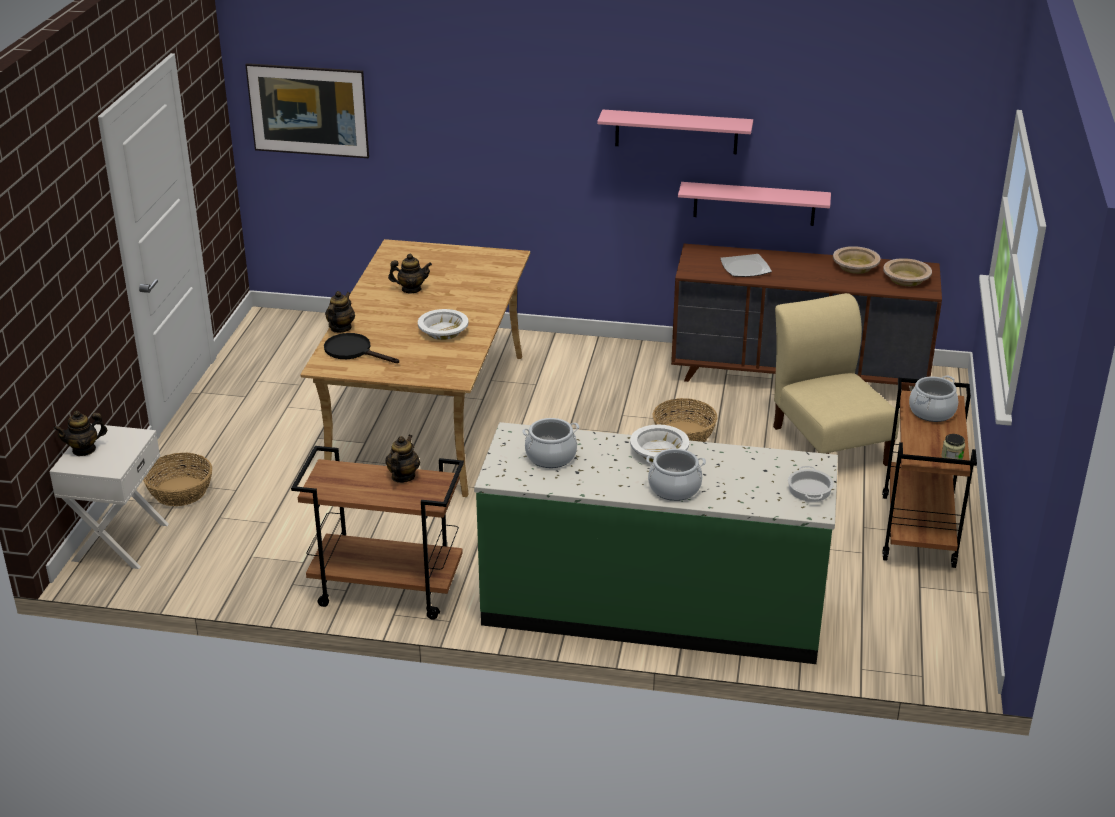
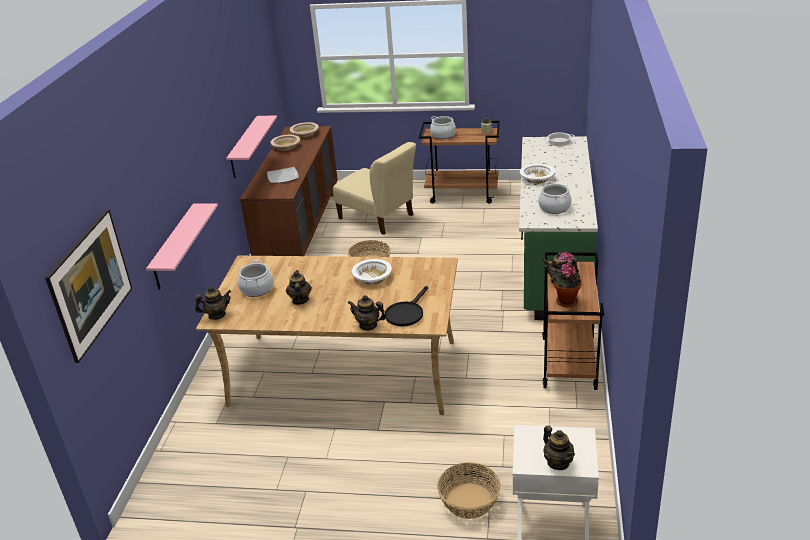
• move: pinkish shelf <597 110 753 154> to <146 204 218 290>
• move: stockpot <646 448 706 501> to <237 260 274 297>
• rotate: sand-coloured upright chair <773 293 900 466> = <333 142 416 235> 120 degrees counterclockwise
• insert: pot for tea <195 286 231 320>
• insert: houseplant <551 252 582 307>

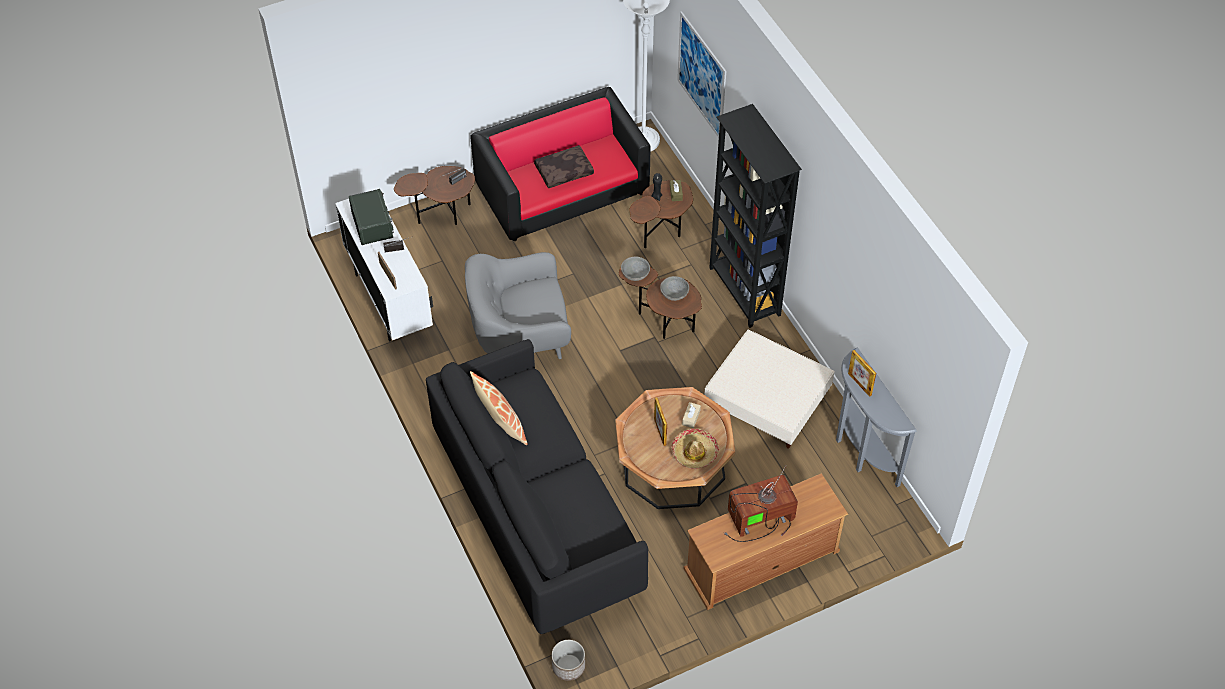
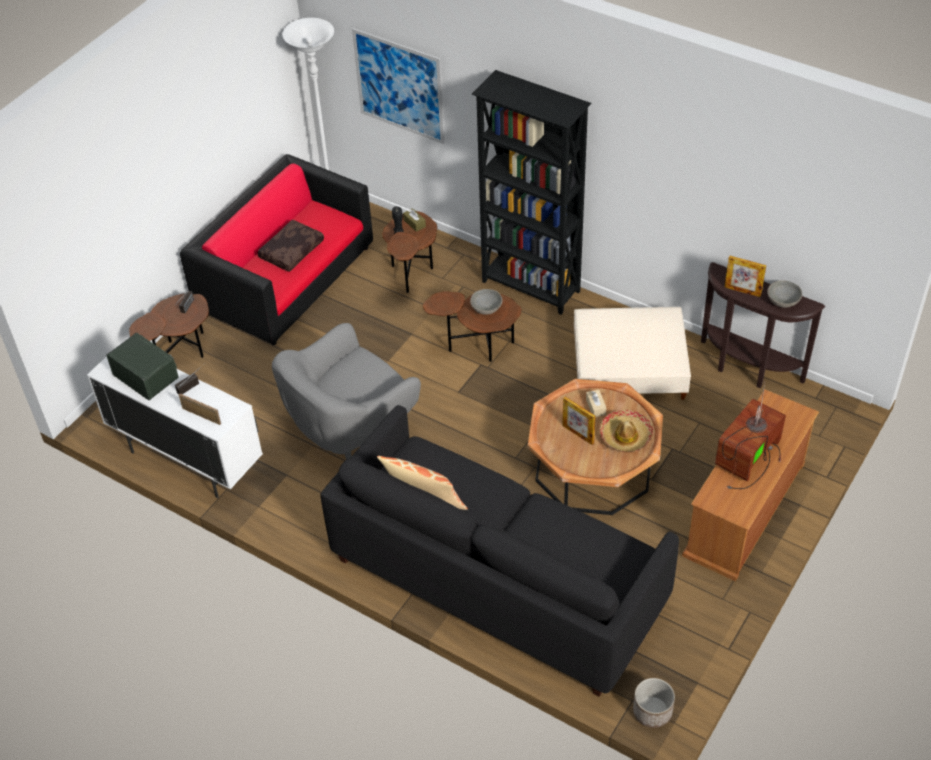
• move: gray serving bowl <621 256 650 281> to <767 280 802 308>
• recolor: gray hall table <836 347 917 487> to brown hall table <701 262 825 388>

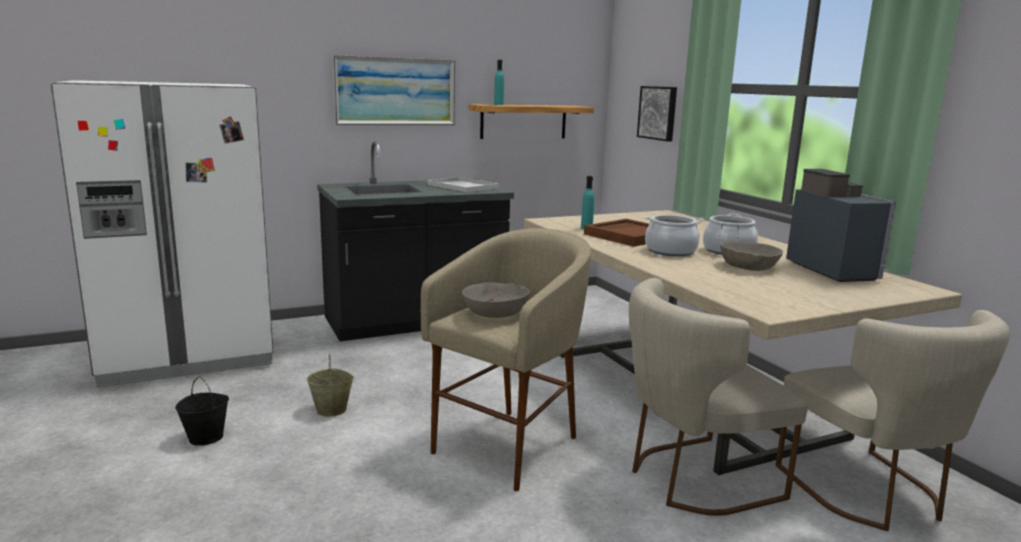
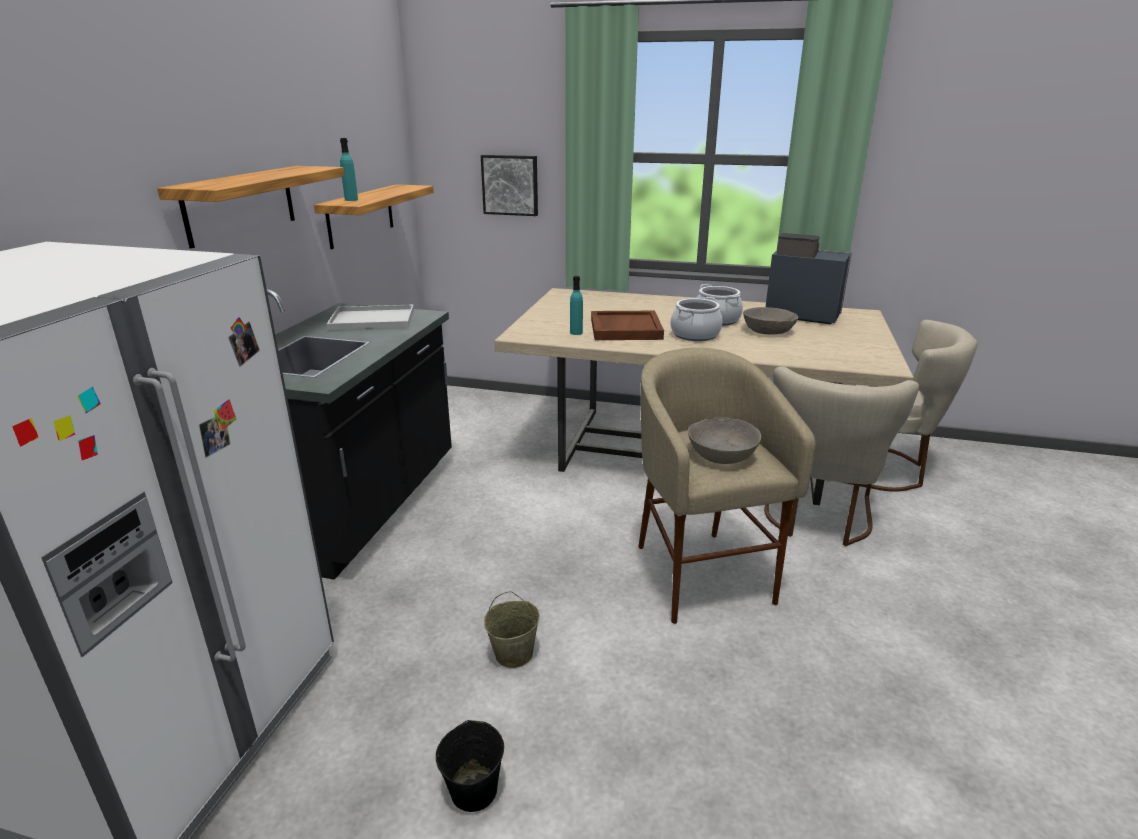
• replace: wall picture <332 55 455 125> to shelf <157 166 344 248>

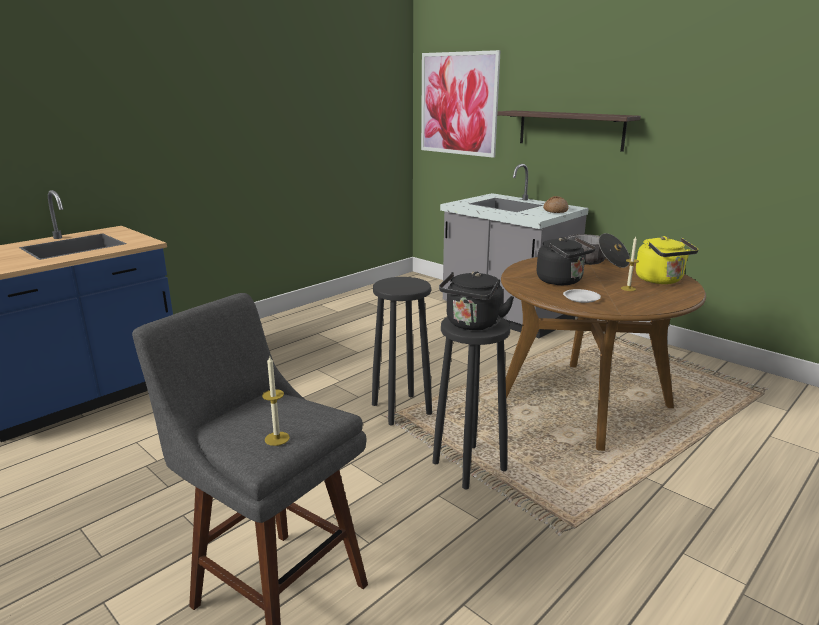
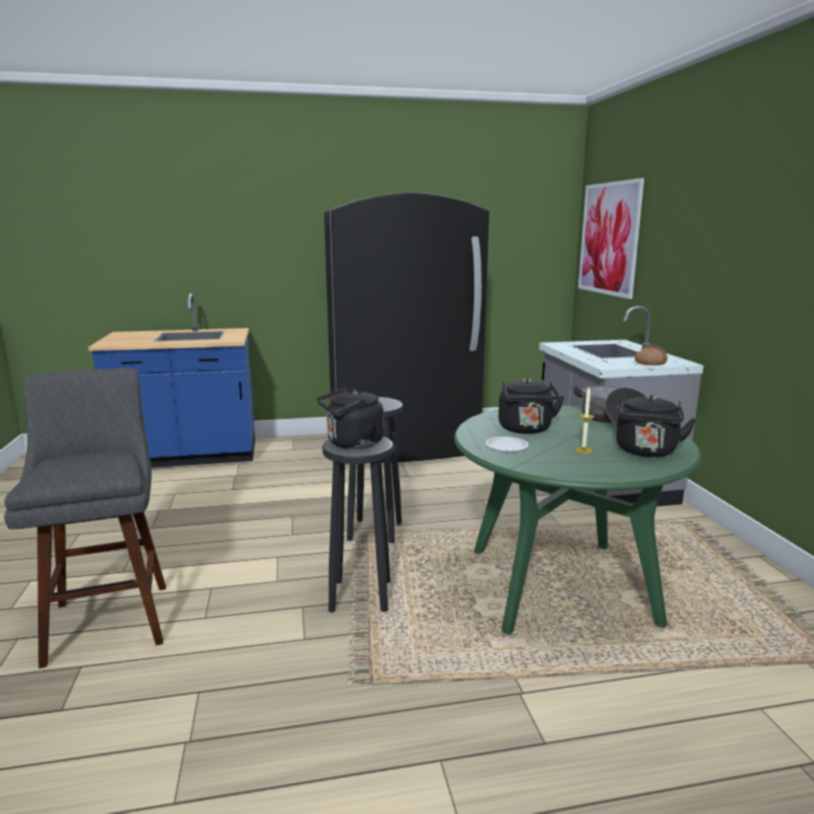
• delete: wax light <262 355 290 446>
• delete: shelf <497 110 641 152>
• recolor: brown kitchen table <501 257 706 451> to green-coloured kitchen table <454 406 701 635>
• recolor: yellow water kettle <636 236 699 284> to blackish water kettle <616 395 696 457>
• insert: blackish fridge <324 192 489 463>

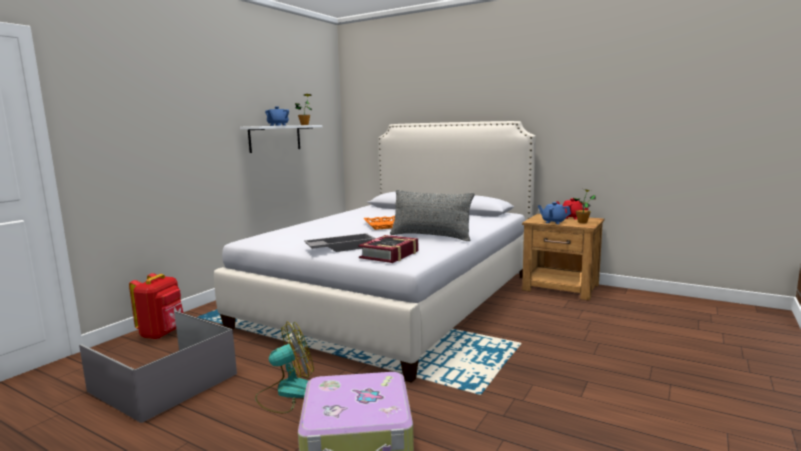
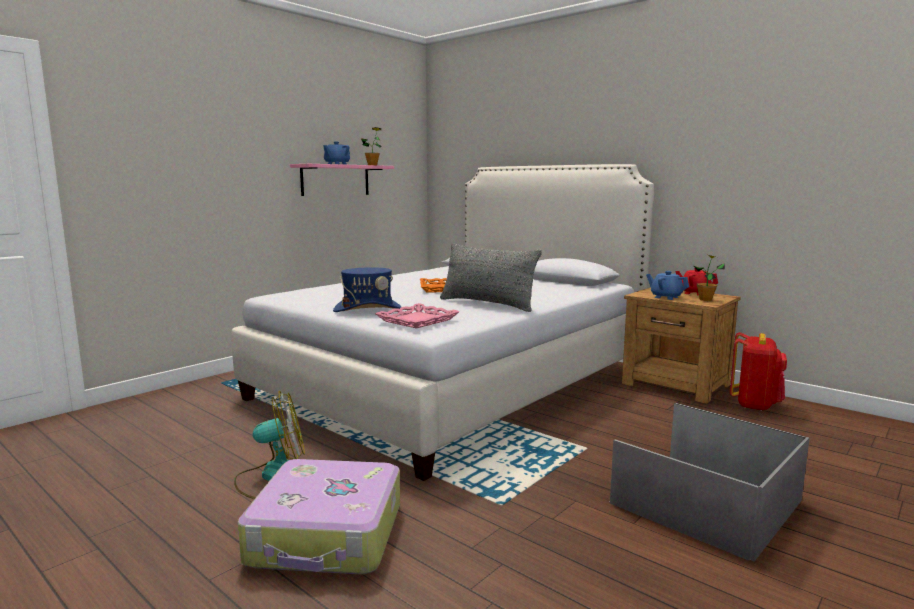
• move: gray storage container <79 311 237 423> to <609 403 810 561>
• move: red-coloured knapsack <129 273 184 339> to <730 332 787 411>
• recolor: whitish shelf <240 125 322 153> to pinkish shelf <290 164 394 196>
• replace: gray tray <304 233 376 252> to bluish clothing hat <333 267 401 312>
• replace: bound book <358 235 419 263> to pinkish tray <375 303 459 329>

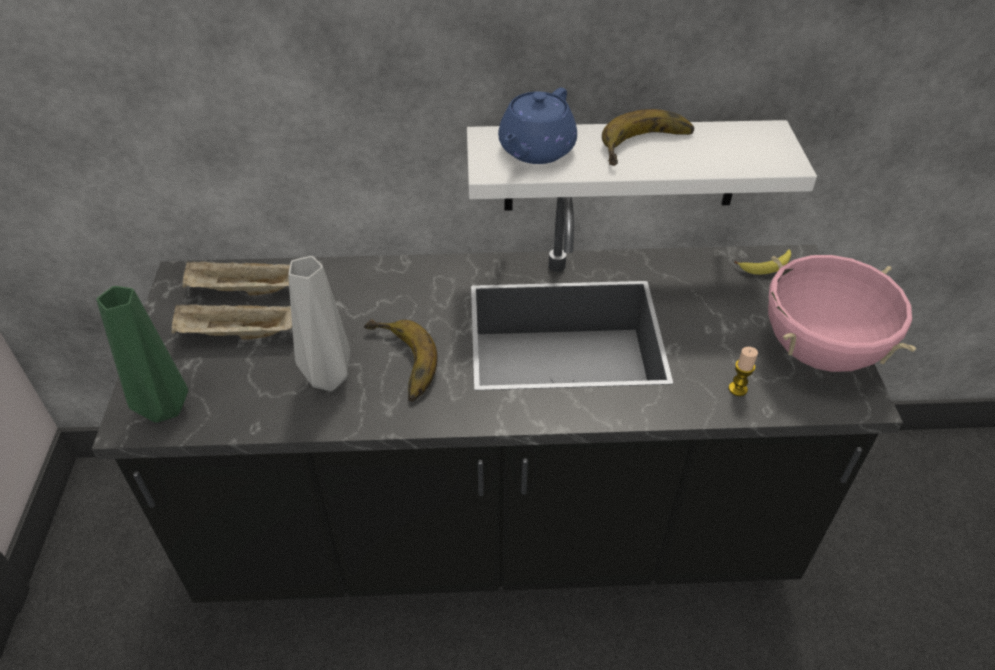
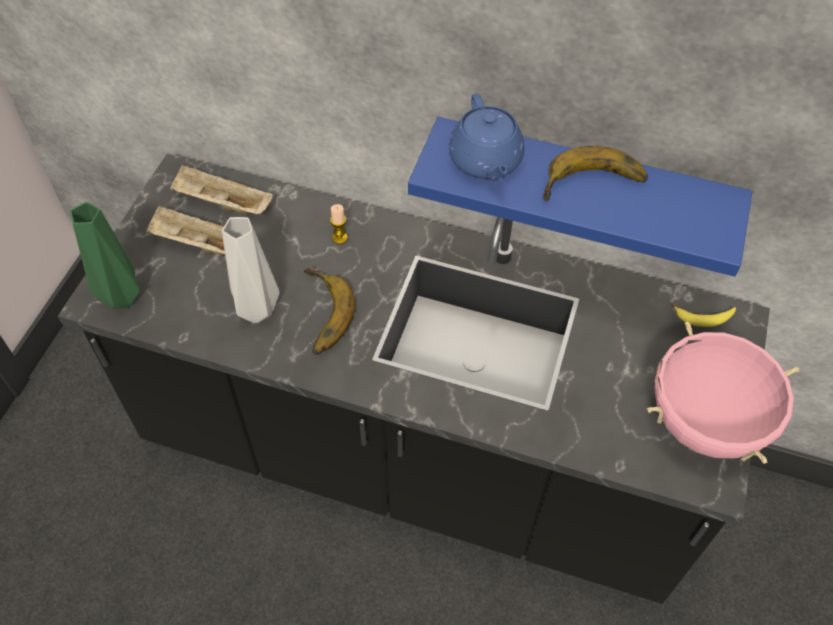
• recolor: whitish shelf <467 120 817 211> to bluish shelf <408 117 752 277>
• rotate: bluish pot for tea <498 88 577 164> = <449 94 525 180> 60 degrees counterclockwise
• move: wax light <729 347 758 396> to <330 204 348 244>

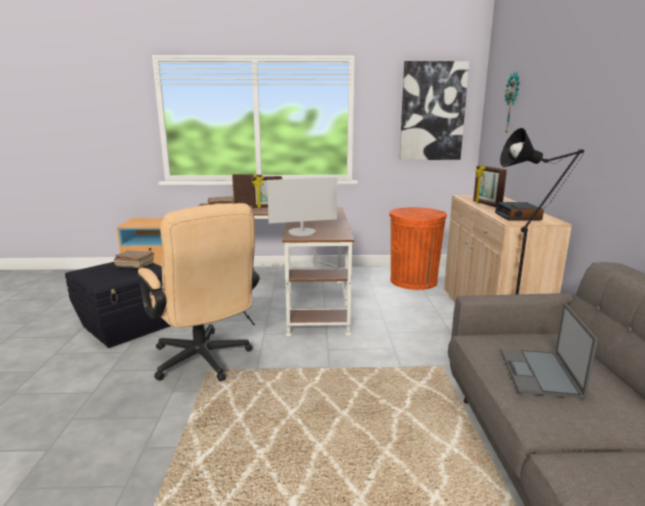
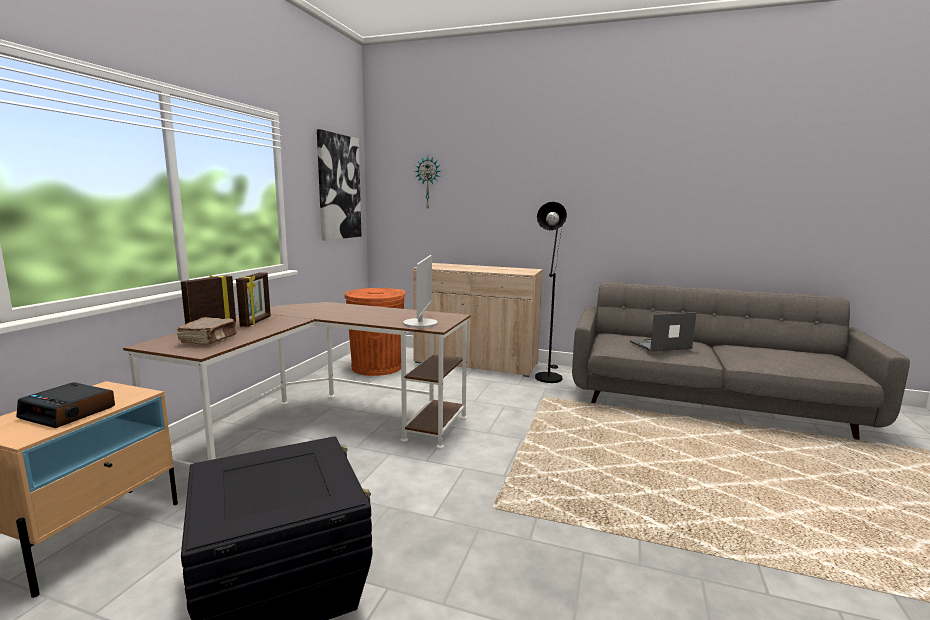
• delete: brown bound book <114 250 154 268>
• delete: sand-coloured office chair <138 203 260 381>
• delete: picture frame <473 165 507 207>
• move: alarm clock <495 202 544 220> to <16 382 115 428>
• rotate: portable computer <500 303 598 399> = <630 312 696 352> 135 degrees clockwise

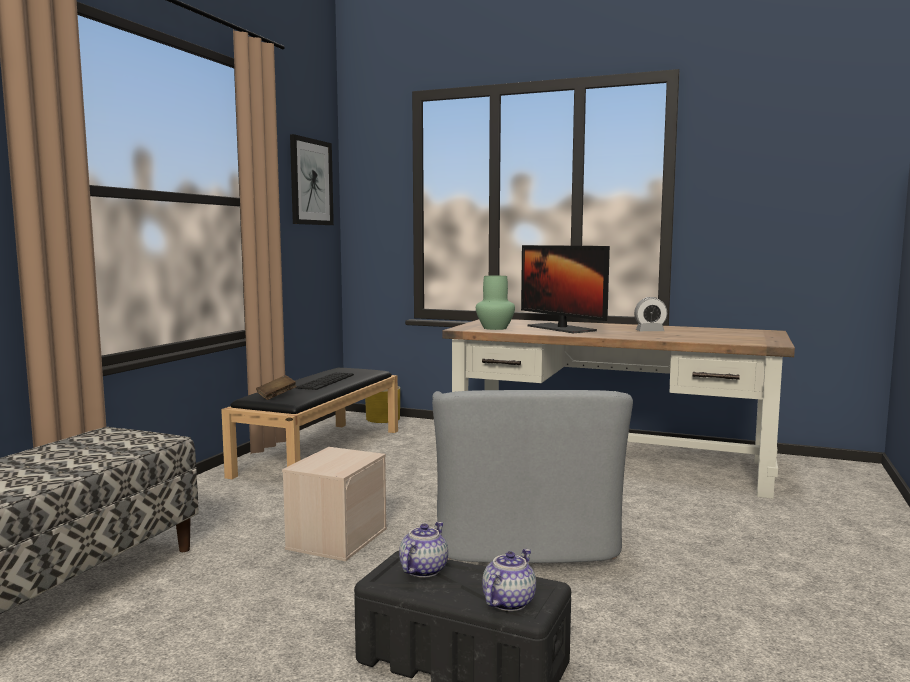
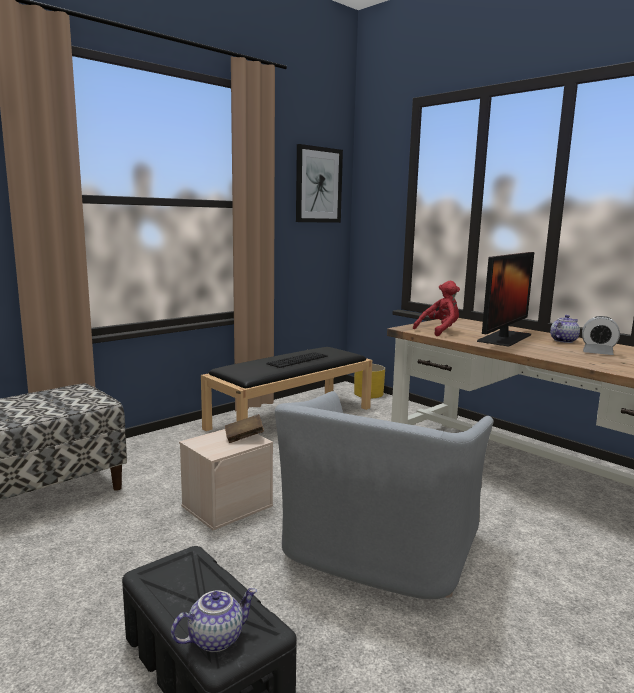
• move: brown bound book <256 375 297 400> to <225 414 264 443>
• move: pot for tea <399 522 448 578> to <550 315 580 343>
• replace: green-coloured flower vase <476 276 515 330> to red-coloured soft toy <413 281 460 336>
• rotate: computer display <521 245 610 333> = <477 252 534 347> 135 degrees counterclockwise

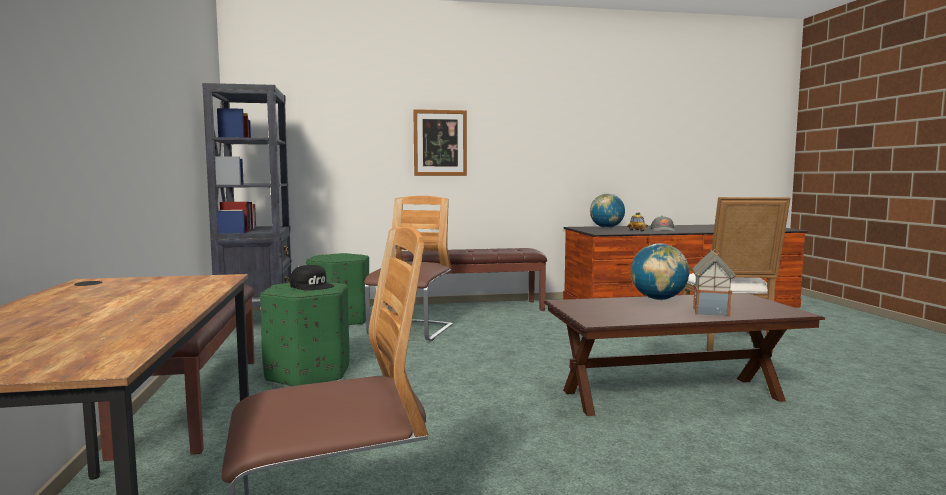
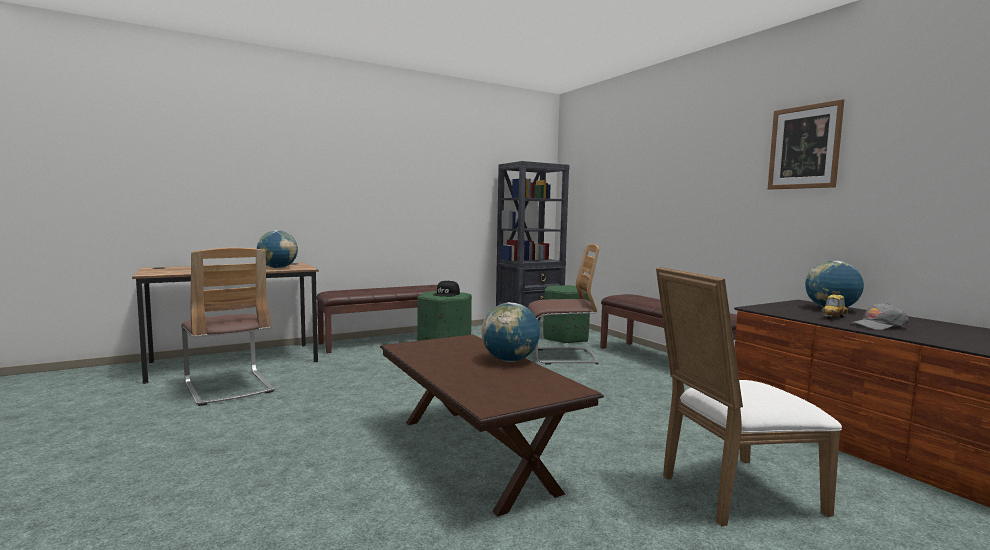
• move: wall picture <413 109 467 176> to <768 99 844 190>
• delete: miniature house <692 249 736 317>
• insert: globe <257 230 298 268>

